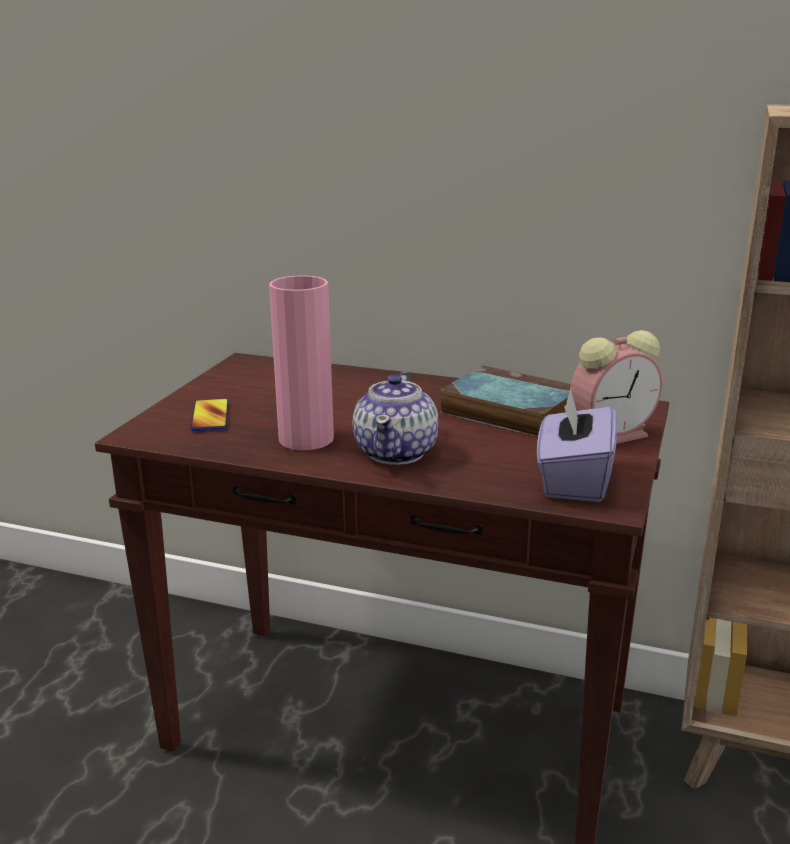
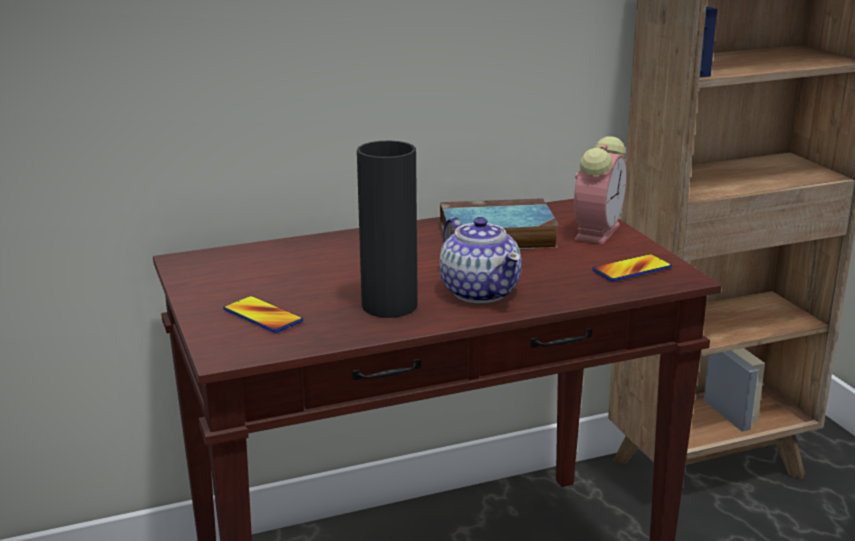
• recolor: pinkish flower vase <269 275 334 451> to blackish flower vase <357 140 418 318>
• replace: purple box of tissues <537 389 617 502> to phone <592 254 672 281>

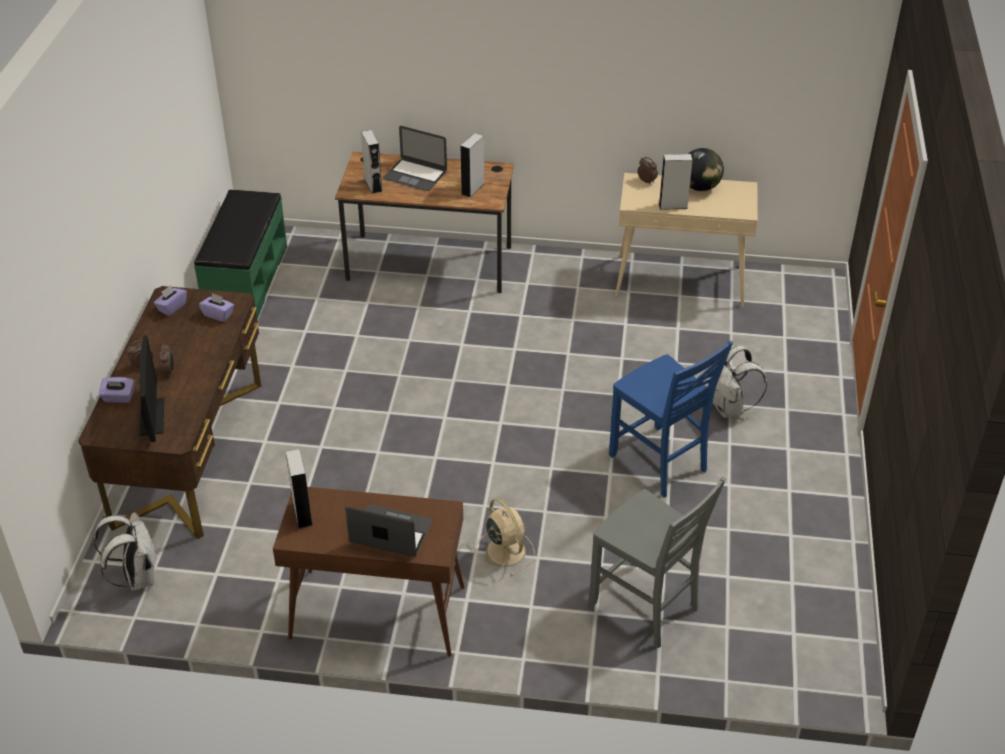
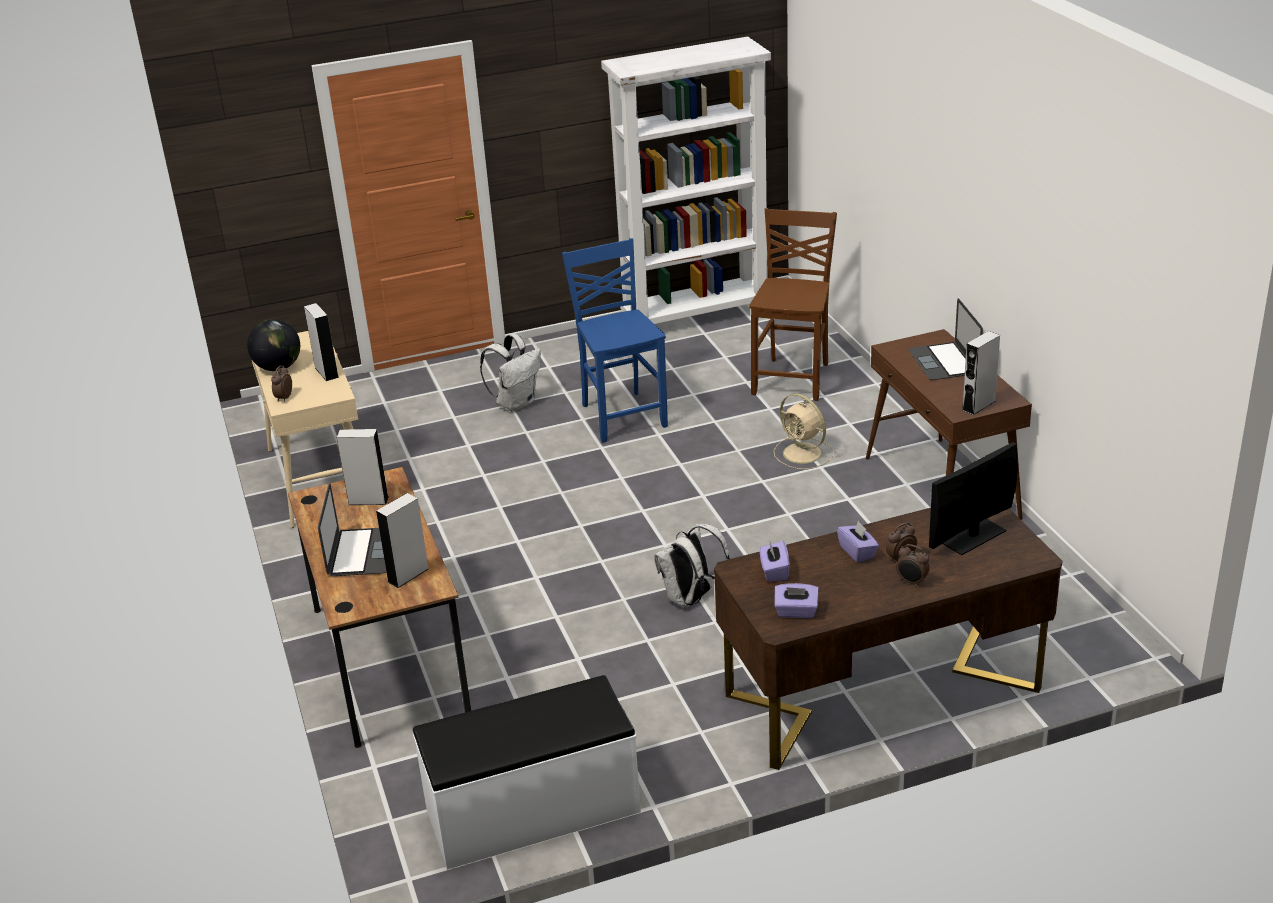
• move: whitish knapsack <94 512 155 591> to <654 524 730 608>
• move: purple box of tissues <99 377 134 403> to <837 521 879 563>
• recolor: green-coloured long seat <194 190 287 320> to whitish long seat <413 675 641 870>
• rotate: sand-coloured electric fan <475 498 535 576> = <773 394 834 469> 75 degrees counterclockwise
• recolor: gray upright chair <589 476 726 648> to brown upright chair <749 208 837 401>
• rotate: bluish upright chair <609 340 733 497> = <562 238 668 442> 45 degrees counterclockwise
• insert: whitish bookshelf <601 36 771 324>

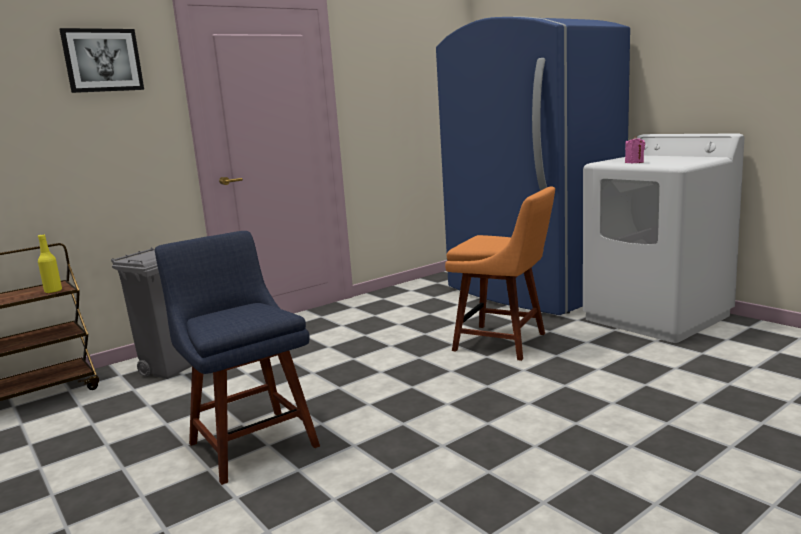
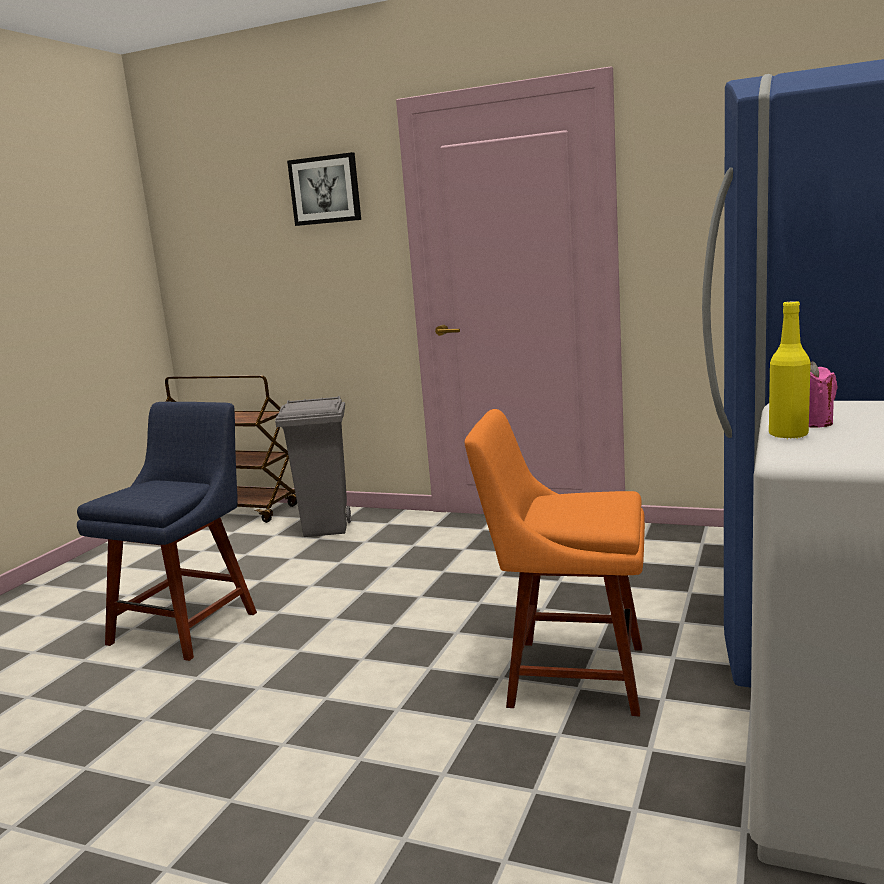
• move: yellow beverage bottle <38 234 62 293> to <769 301 811 439>
• rotate: orangey upright chair <445 187 555 361> = <465 409 645 716> 105 degrees clockwise

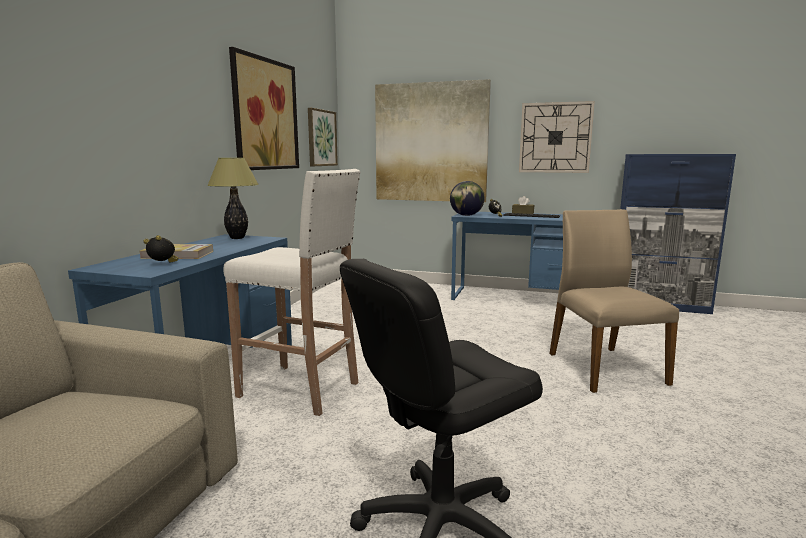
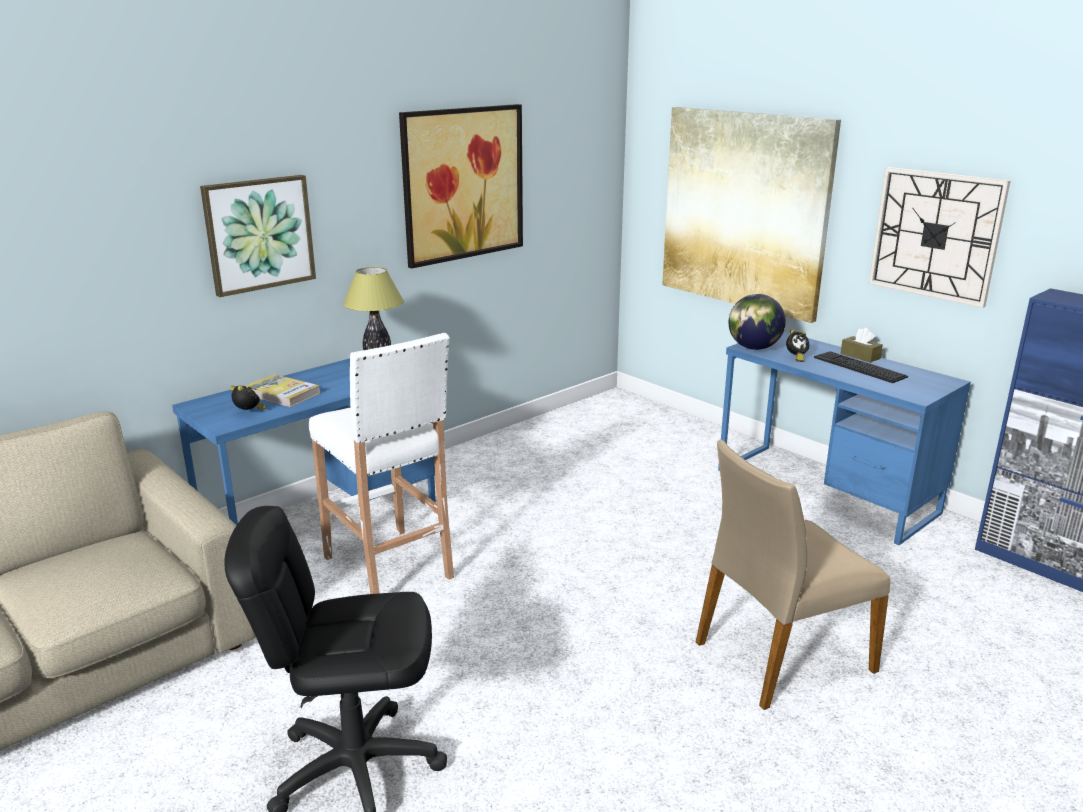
• move: wall picture <308 108 338 166> to <200 175 316 297>
• rotate: sand-coloured upright chair <549 209 679 393> = <696 439 890 710> 135 degrees counterclockwise

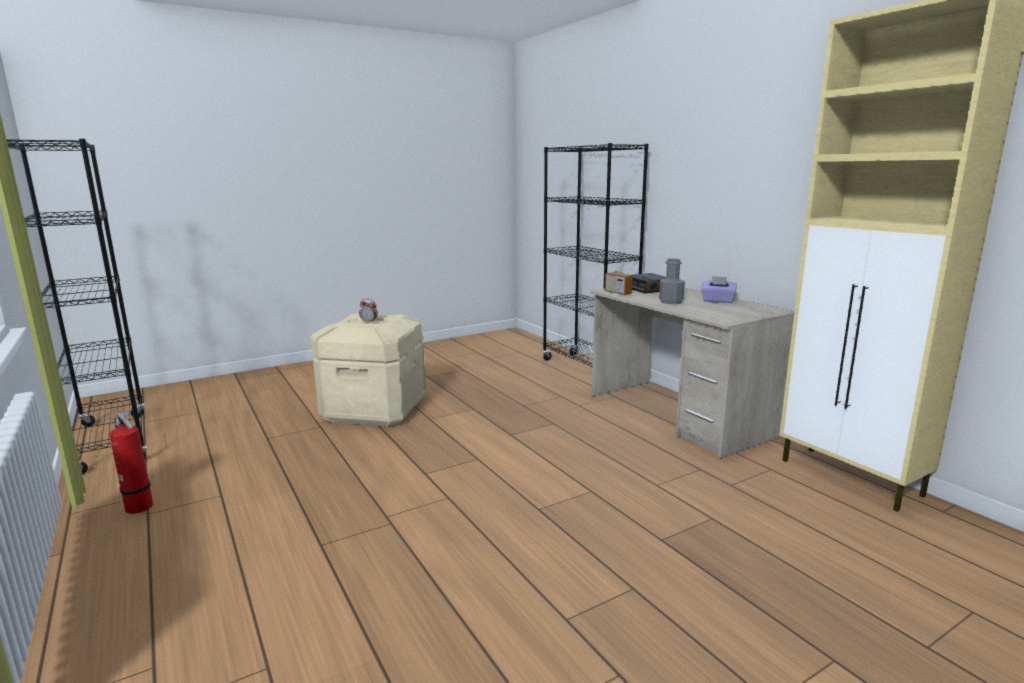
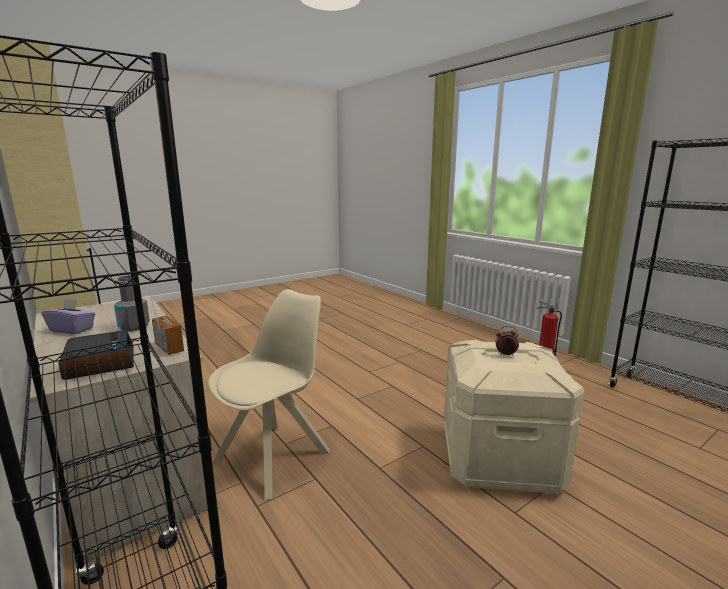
• insert: sand-coloured upright chair <208 289 330 500>

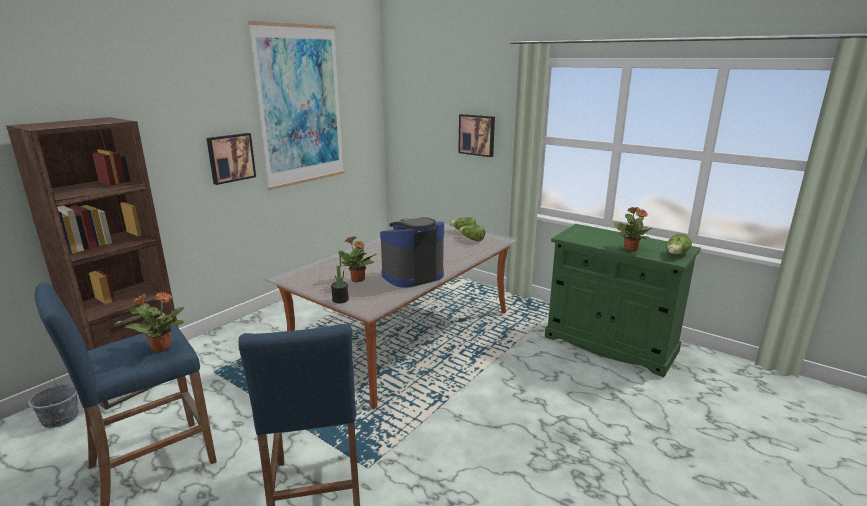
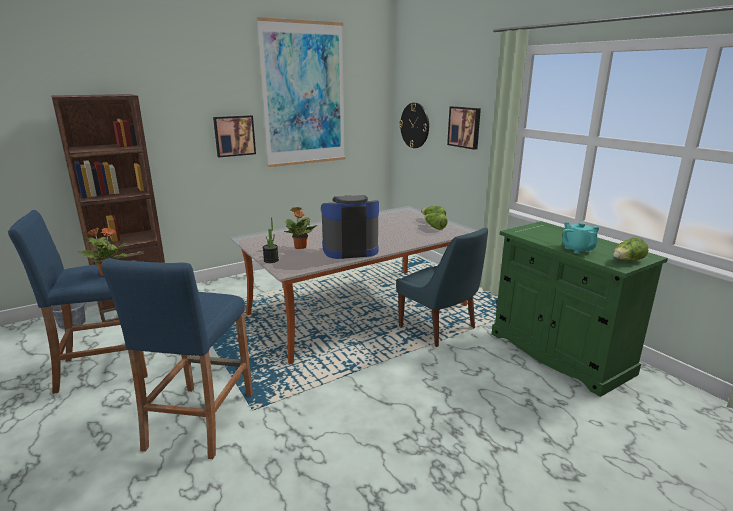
• replace: houseplant <613 207 652 251> to turquoise pot for tea <562 222 599 254>
• insert: bluish upright chair <396 227 488 347>
• insert: clock on the wall <399 103 429 148>

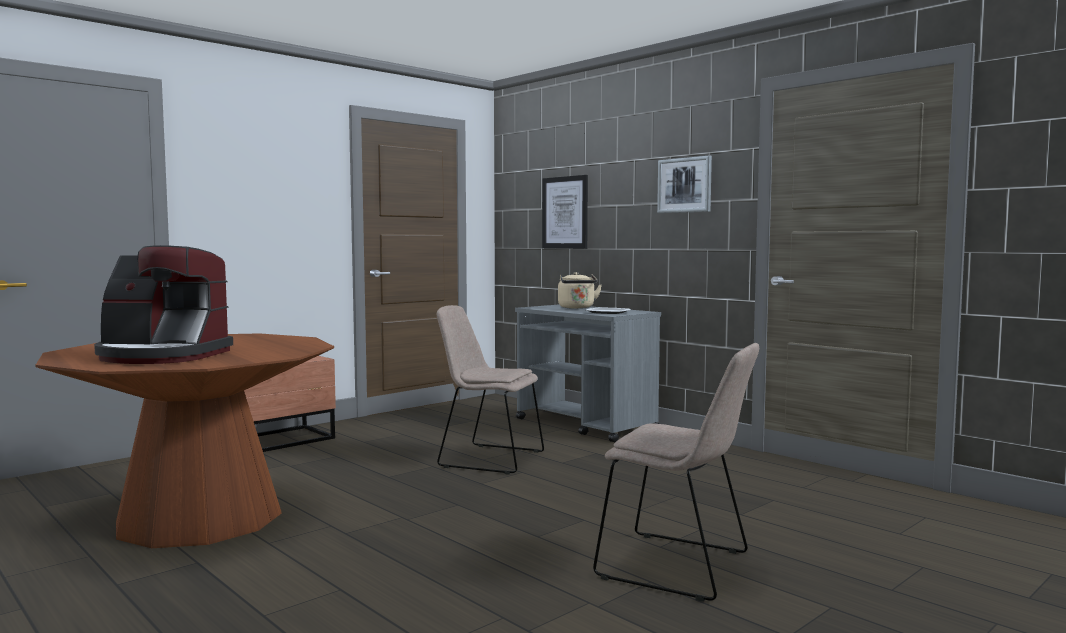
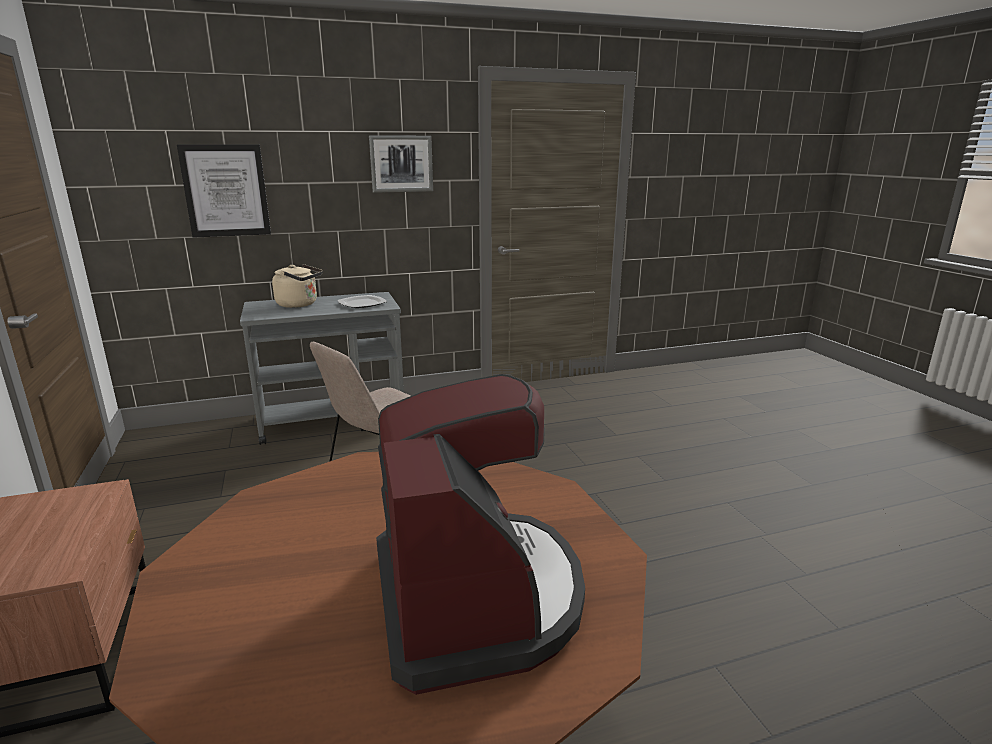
• rotate: coffee machine <94 245 233 364> = <376 374 585 695> 45 degrees counterclockwise
• delete: sand-coloured upright chair <593 343 759 602>

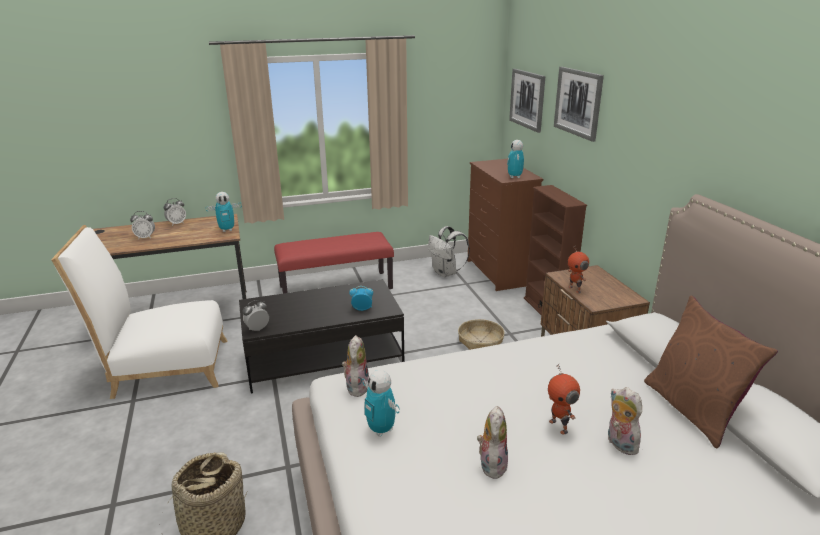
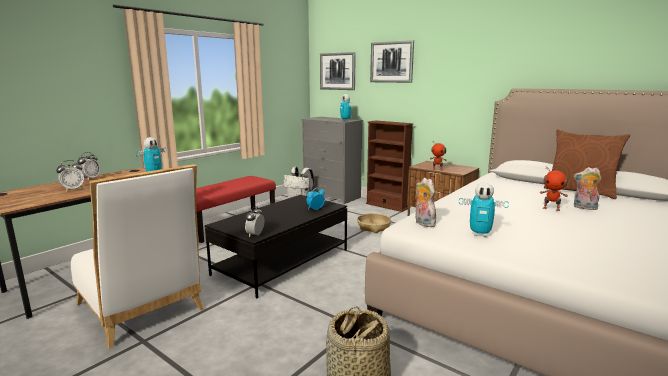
• rotate: whitish upright chair <51 225 227 399> = <71 164 204 349> 90 degrees counterclockwise
• recolor: brown drawer chest <468 159 543 291> to gray drawer chest <301 117 363 204>
• delete: soft toy <477 406 508 479>

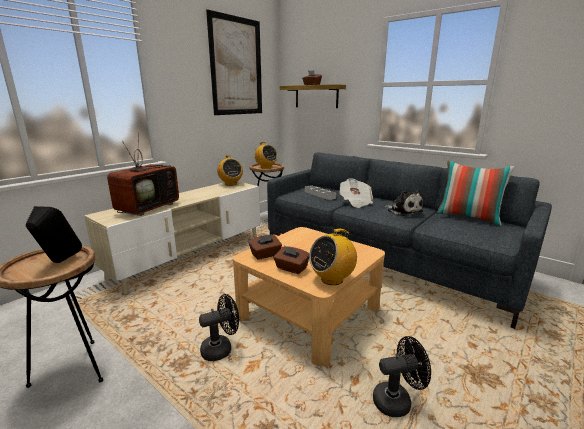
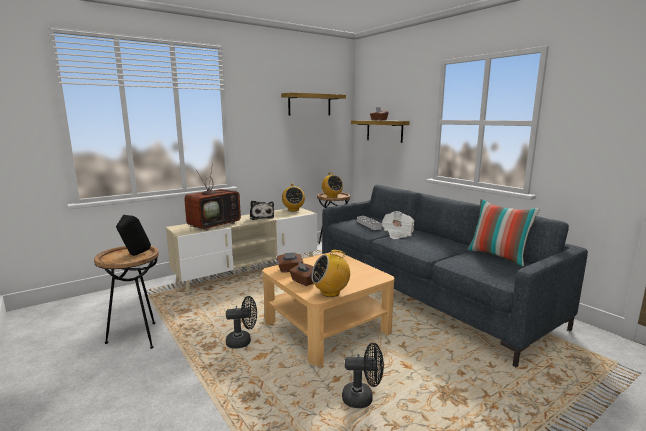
• replace: wall picture <206 9 262 115> to shelf <281 93 346 116>
• move: soft toy <385 190 423 216> to <250 200 274 220>

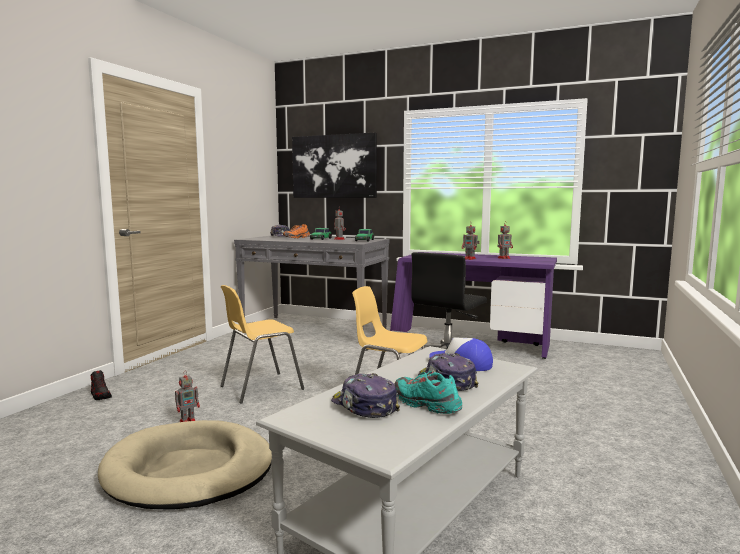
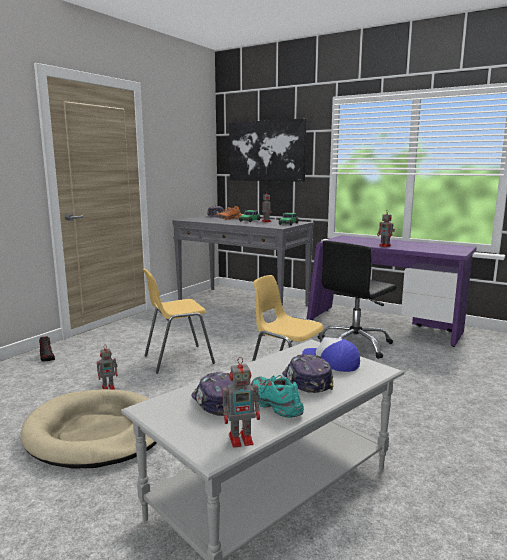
• move: model robot <497 221 513 259> to <222 357 260 448>

